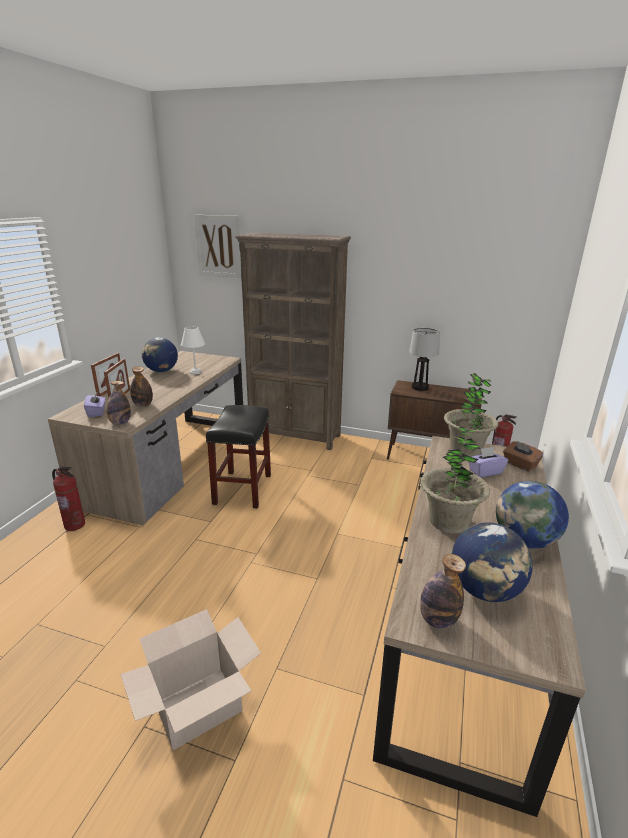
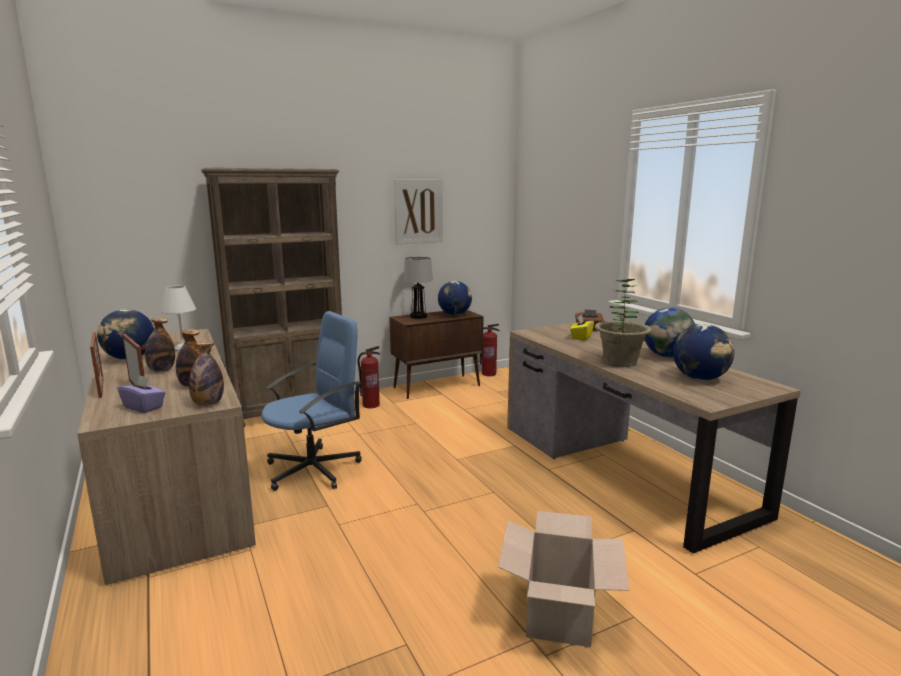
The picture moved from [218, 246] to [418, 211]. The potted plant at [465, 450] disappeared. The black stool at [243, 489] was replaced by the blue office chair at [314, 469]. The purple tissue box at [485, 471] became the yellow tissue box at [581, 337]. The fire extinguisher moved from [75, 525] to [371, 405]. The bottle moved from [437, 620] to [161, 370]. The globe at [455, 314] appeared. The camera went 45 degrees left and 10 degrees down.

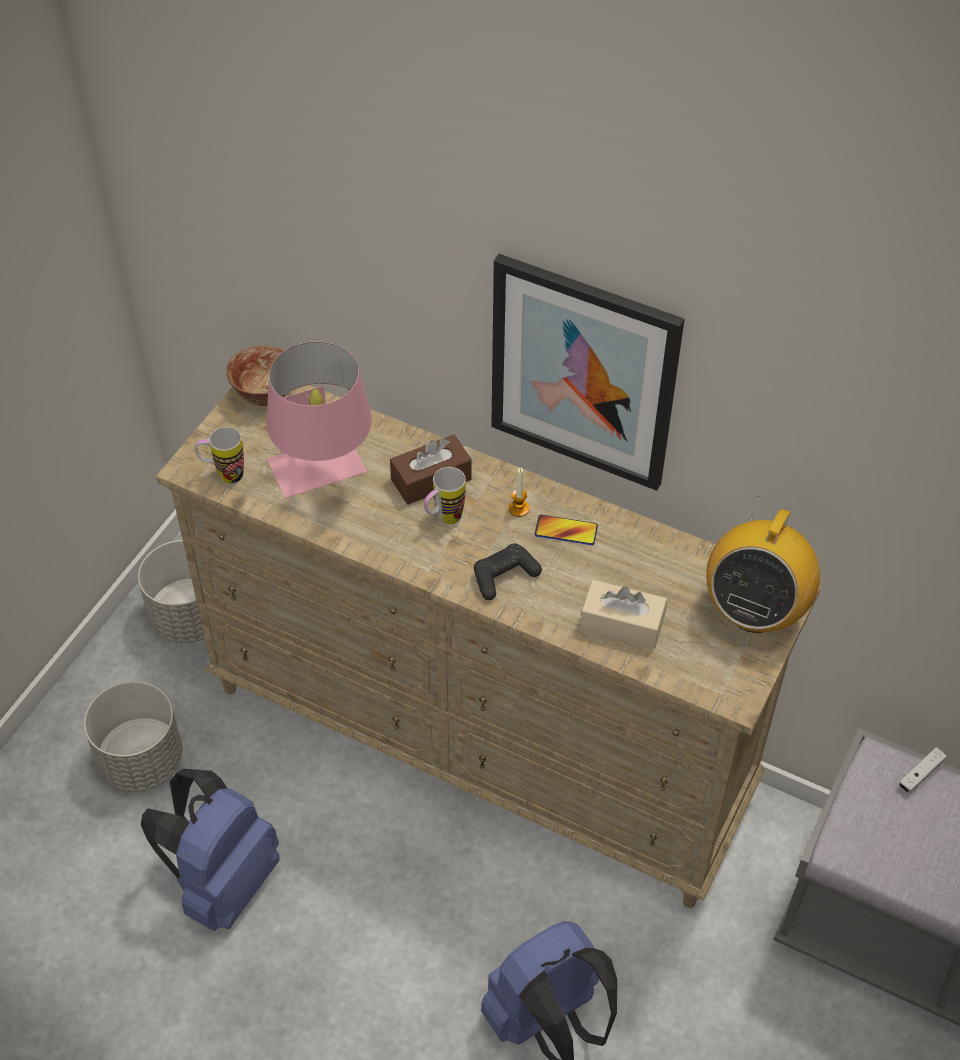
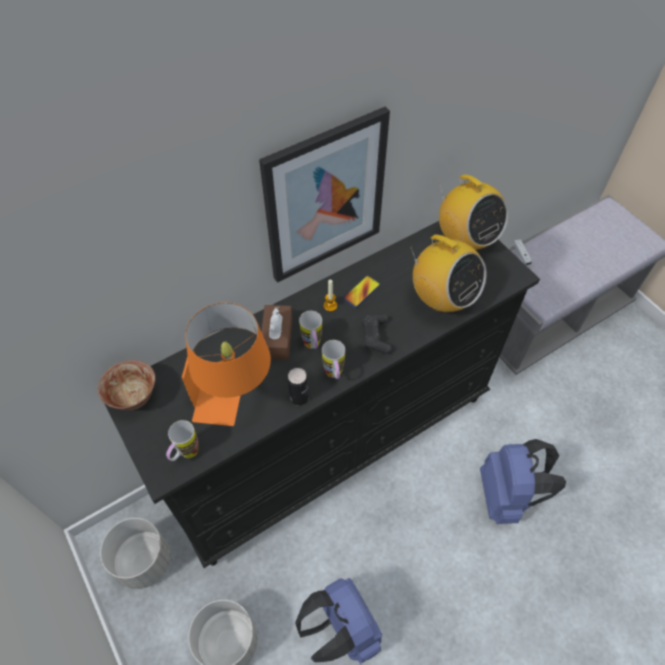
The pink table lamp at [324, 478] became the orange table lamp at [234, 395]. The beige dresser at [481, 743] became the black dresser at [333, 444]. The beige tissue box at [622, 624] was replaced by the radio at [442, 299]. The mug at [334, 375] appeared. The can at [299, 397] appeared. The camera went 60 degrees left and 5 degrees up.

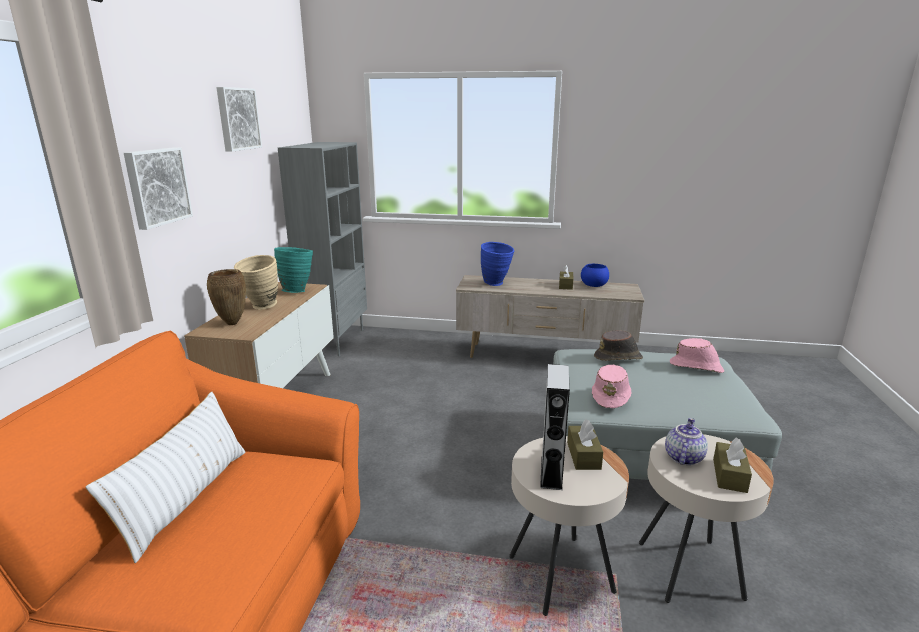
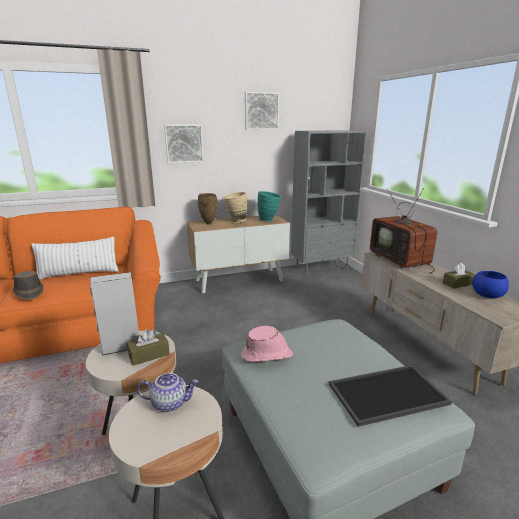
The blue vase at [496, 284] was replaced by the television at [401, 261]. The brown hat moved from [618, 358] to [29, 293]. The pink hat at [696, 367] was replaced by the tray at [387, 395]. The brown tissue box at [729, 475] disappeared. The camera went 60 degrees right and 0 degrees up.

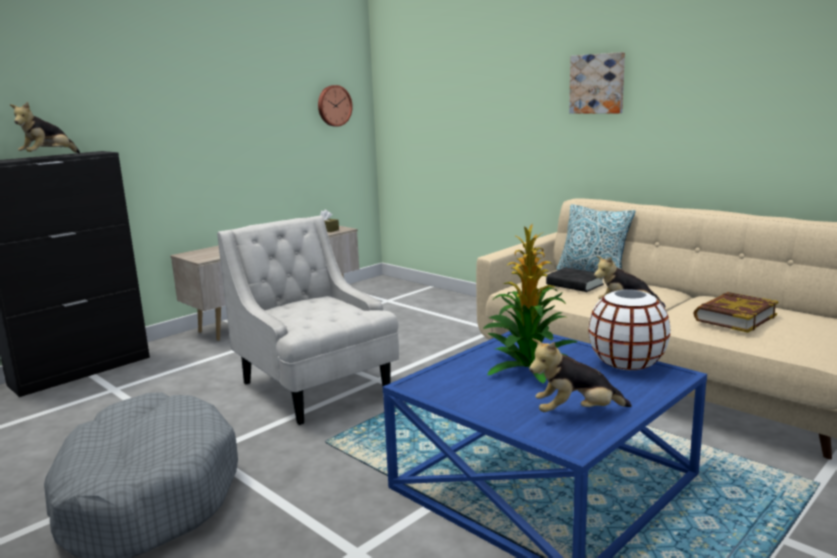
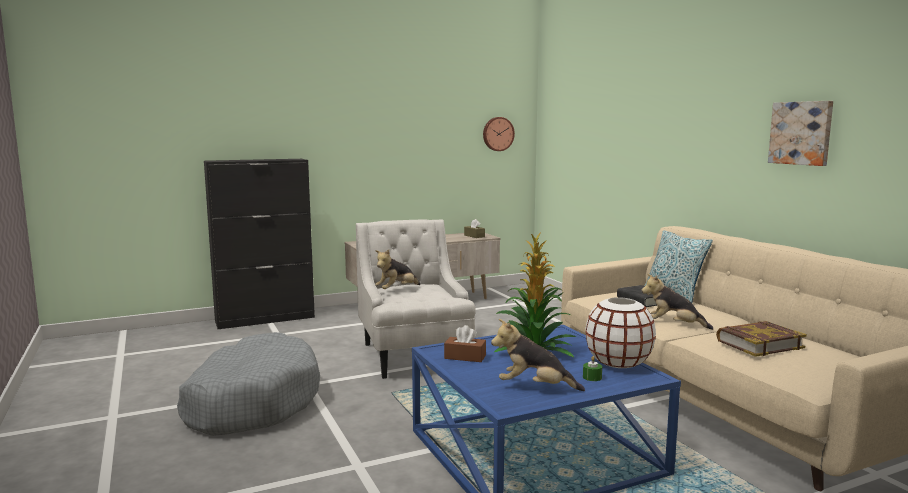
The picture moved from [597, 83] to [801, 133]. The plush toy moved from [48, 156] to [397, 290]. The brown tissue box at [465, 357] appeared. The green candle at [592, 377] appeared. The camera went 20 degrees right and 5 degrees down.

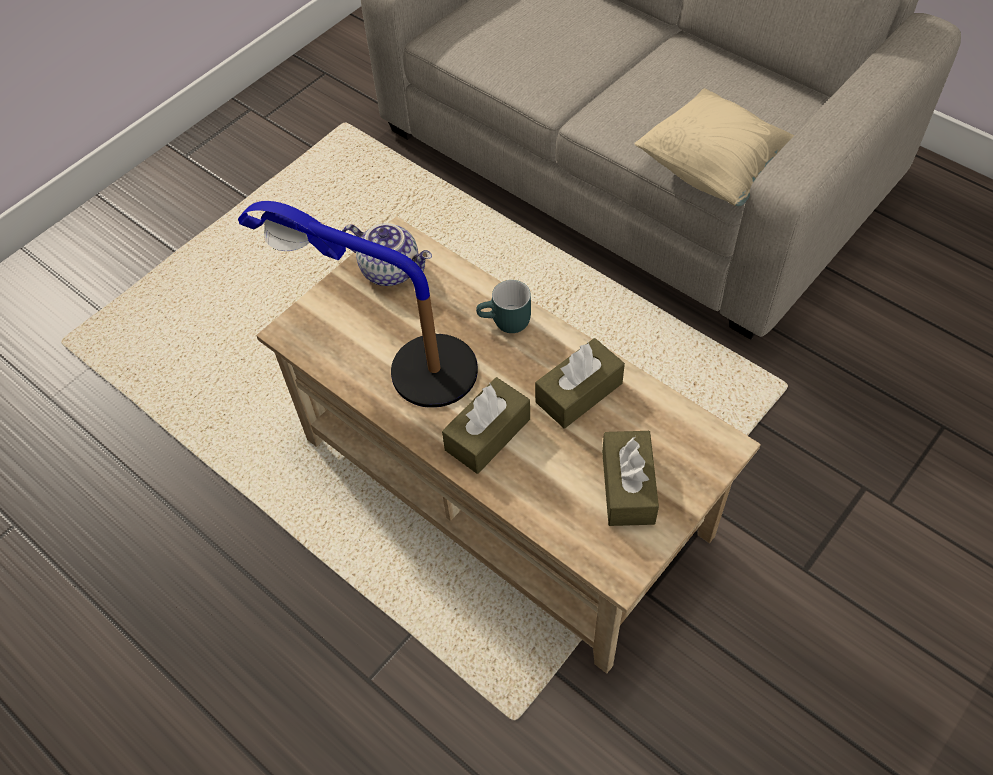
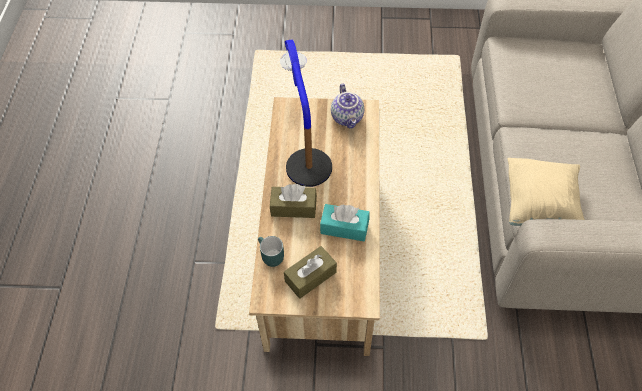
The turquoise mug moved from [506, 323] to [269, 256]. The brown tissue box at [579, 392] became the turquoise tissue box at [344, 227]. The camera went 50 degrees right and 0 degrees up.

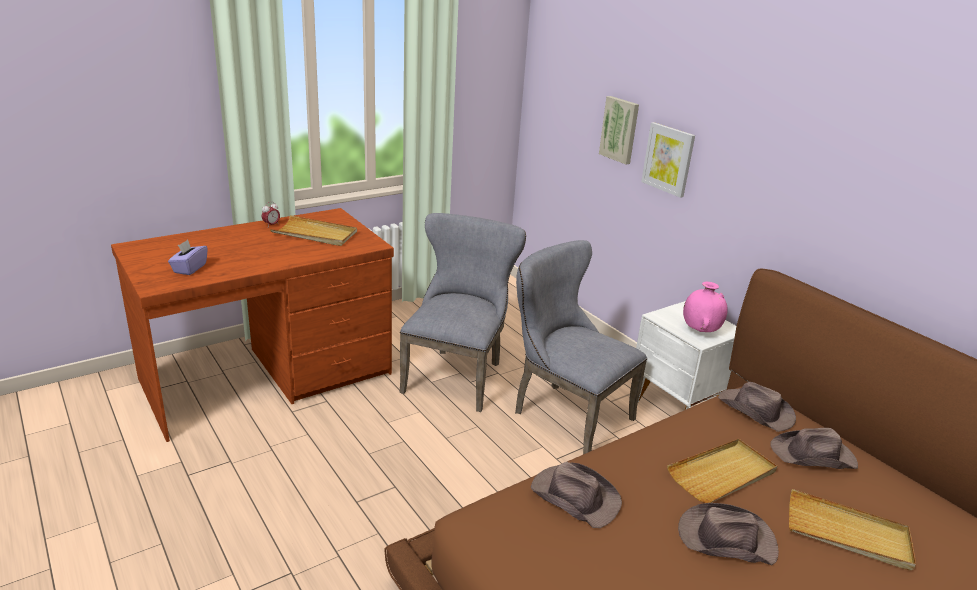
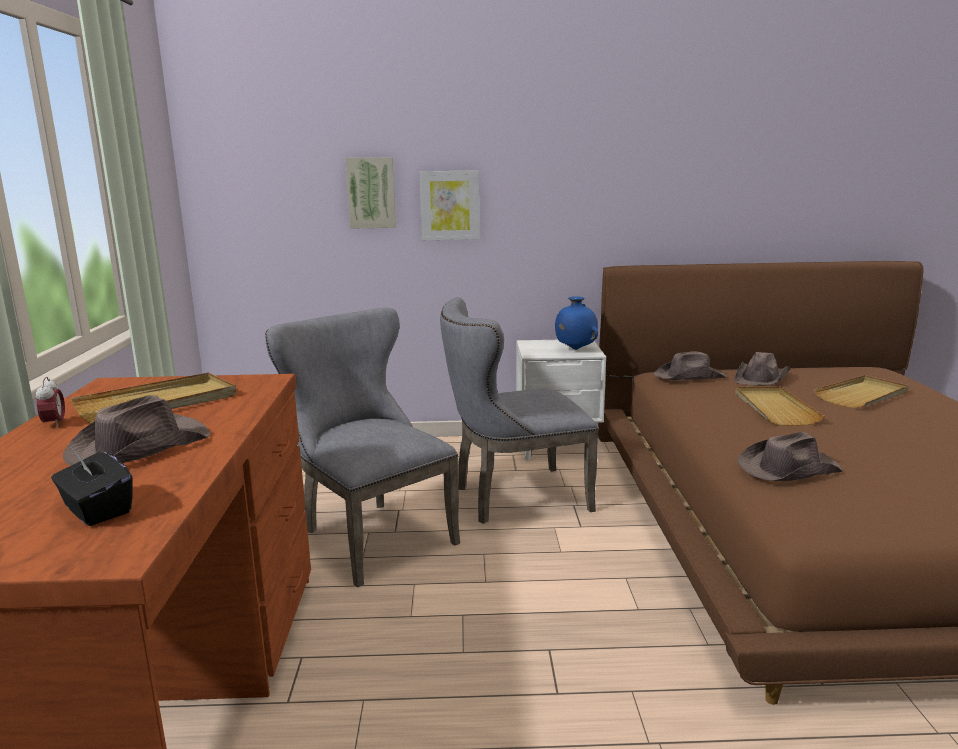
The purple tissue box at [189, 268] became the black tissue box at [96, 510]. The pink vase at [700, 331] became the blue vase at [575, 349]. The brown hat moved from [725, 539] to [137, 447]. The camera went 55 degrees left and 10 degrees down.

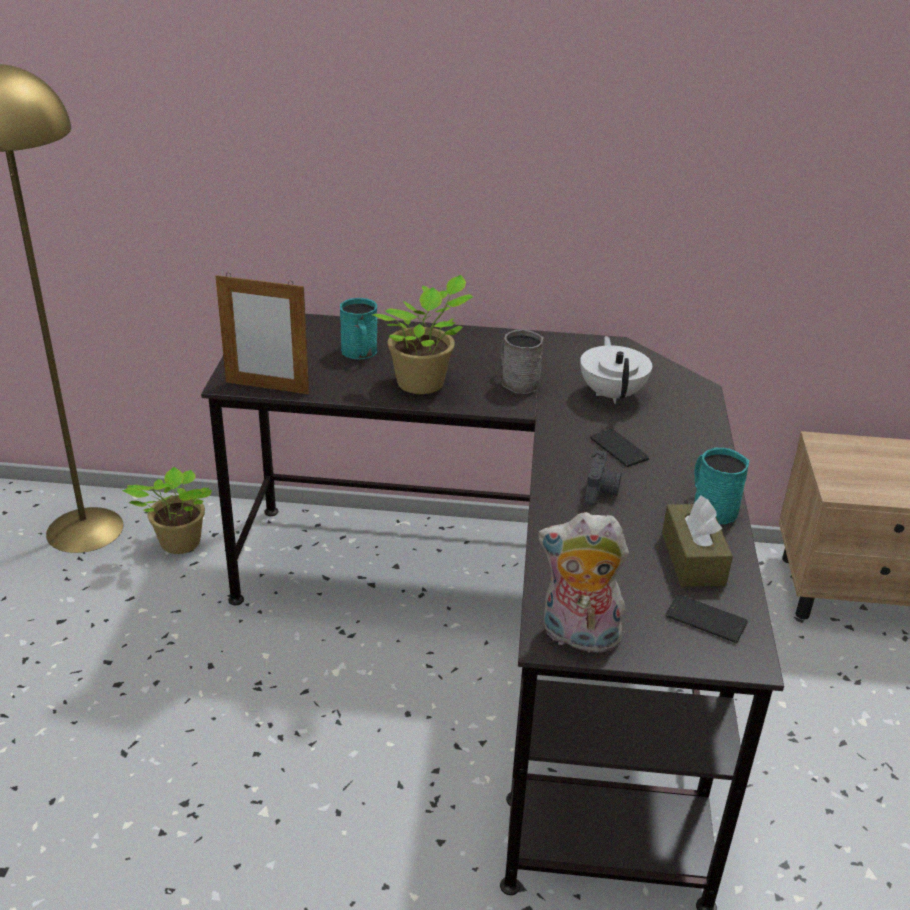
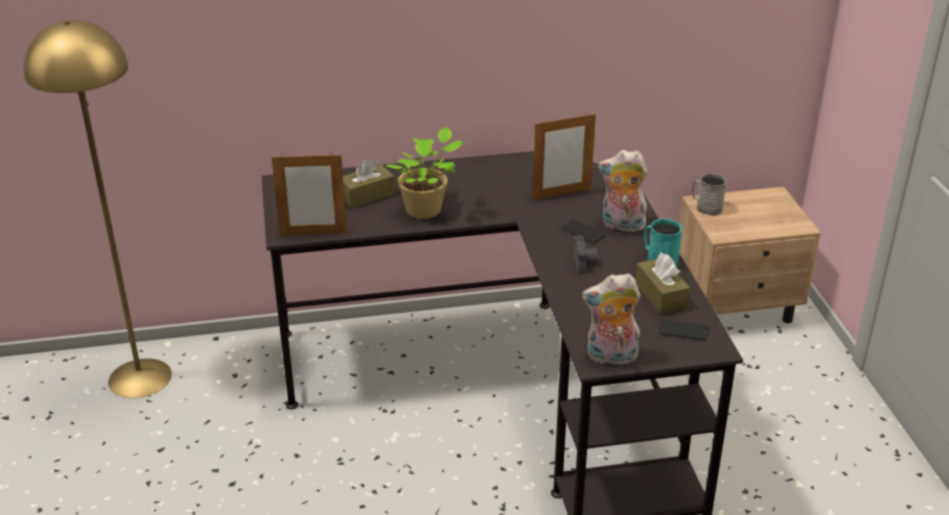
The turquoise mug at [360, 353] was replaced by the brown tissue box at [367, 195]. The grey mug moved from [516, 381] to [705, 207]. The white teapot at [612, 394] was replaced by the picture frame at [561, 194]. The potted plant at [177, 544] disappeared. The plush toy at [621, 225] appeared. The camera went 15 degrees left and 0 degrees up.

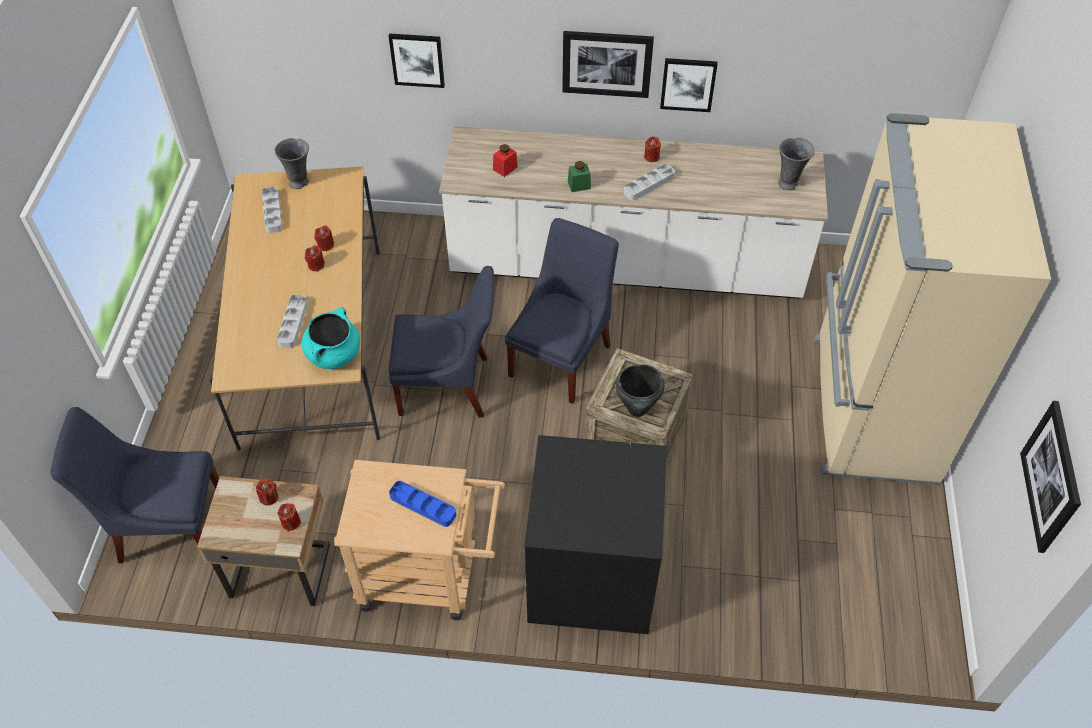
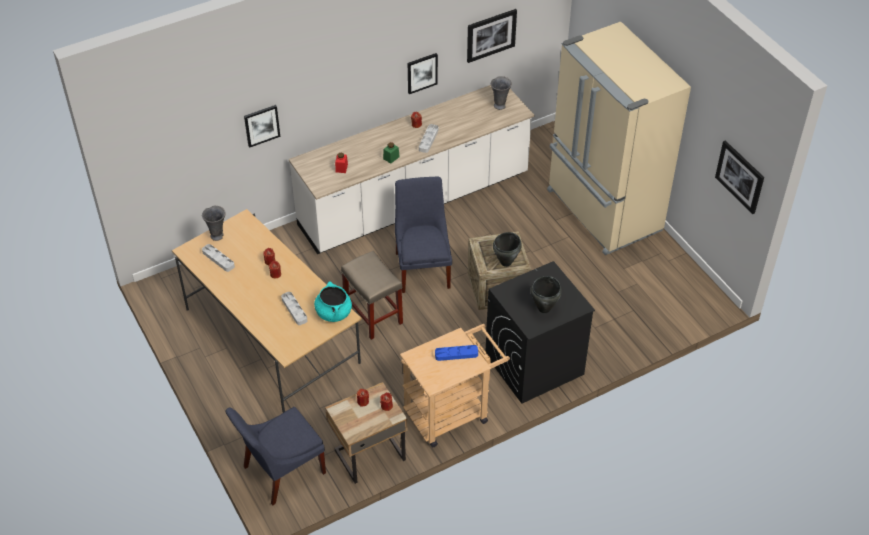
The picture moved from [607, 63] to [491, 35]. The blue chair at [449, 387] was replaced by the beige stool at [374, 315]. The black cooking pot at [544, 308] appeared. The camera went 35 degrees left and 5 degrees down.

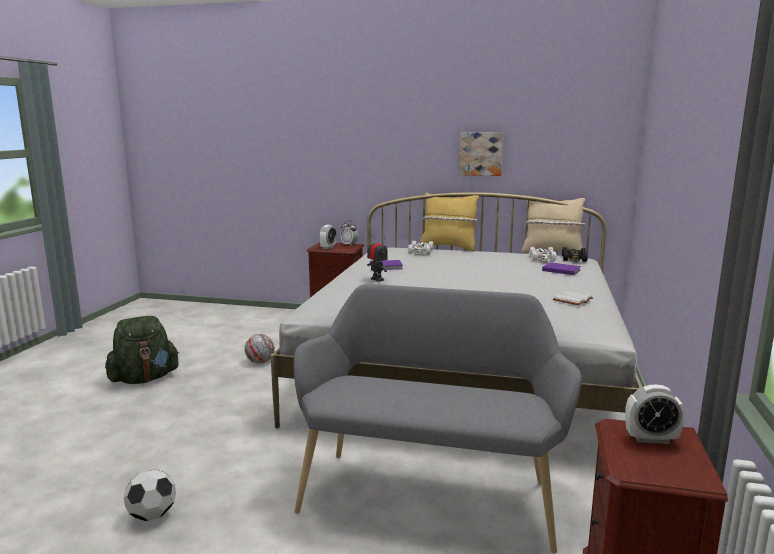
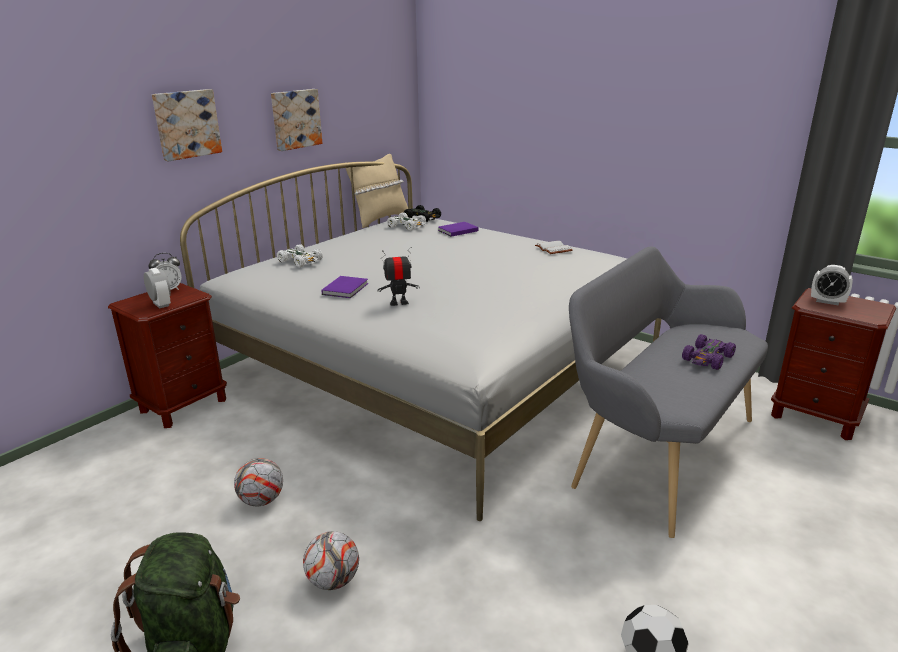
The yellow pillow at [448, 247] disappeared. The alarm clock at [651, 439] turned 90 degrees clockwise. The picture at [186, 124] appeared. The purple toy car at [707, 358] appeared. The football at [333, 581] appeared. The camera went 65 degrees left and 10 degrees up.

